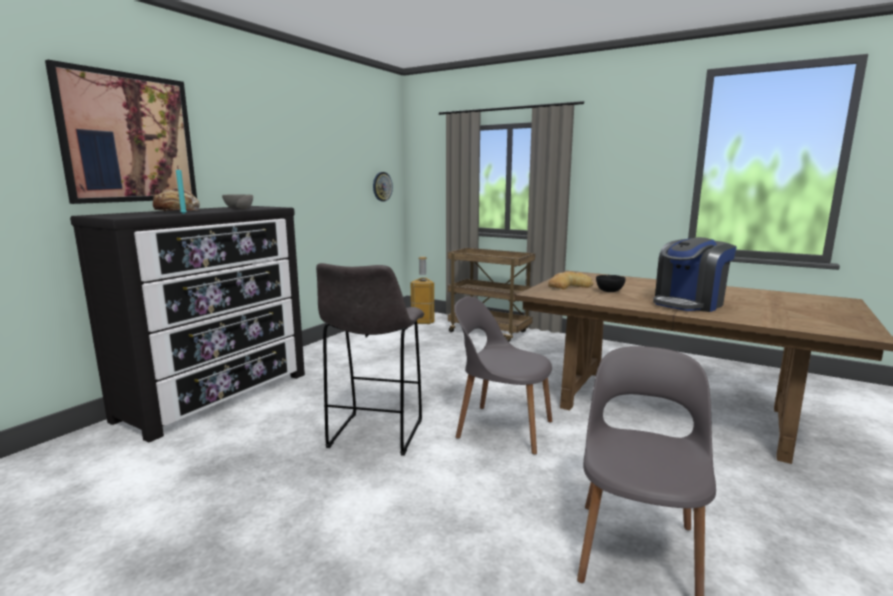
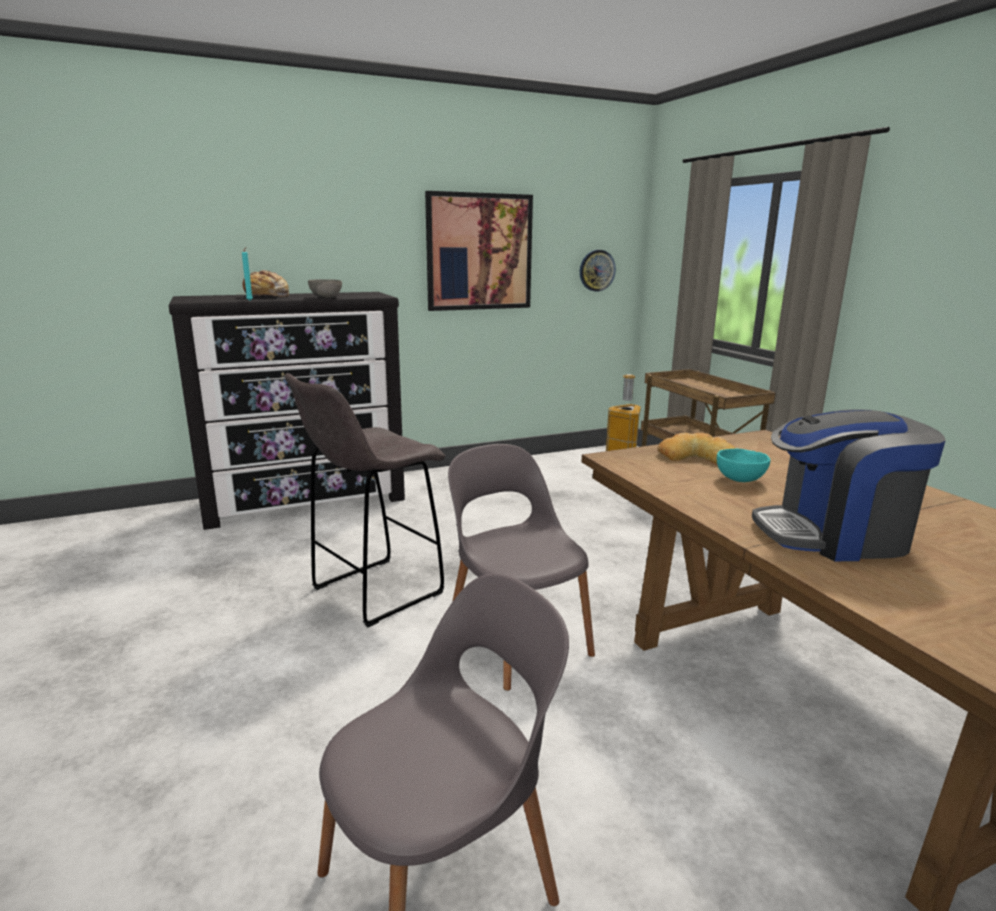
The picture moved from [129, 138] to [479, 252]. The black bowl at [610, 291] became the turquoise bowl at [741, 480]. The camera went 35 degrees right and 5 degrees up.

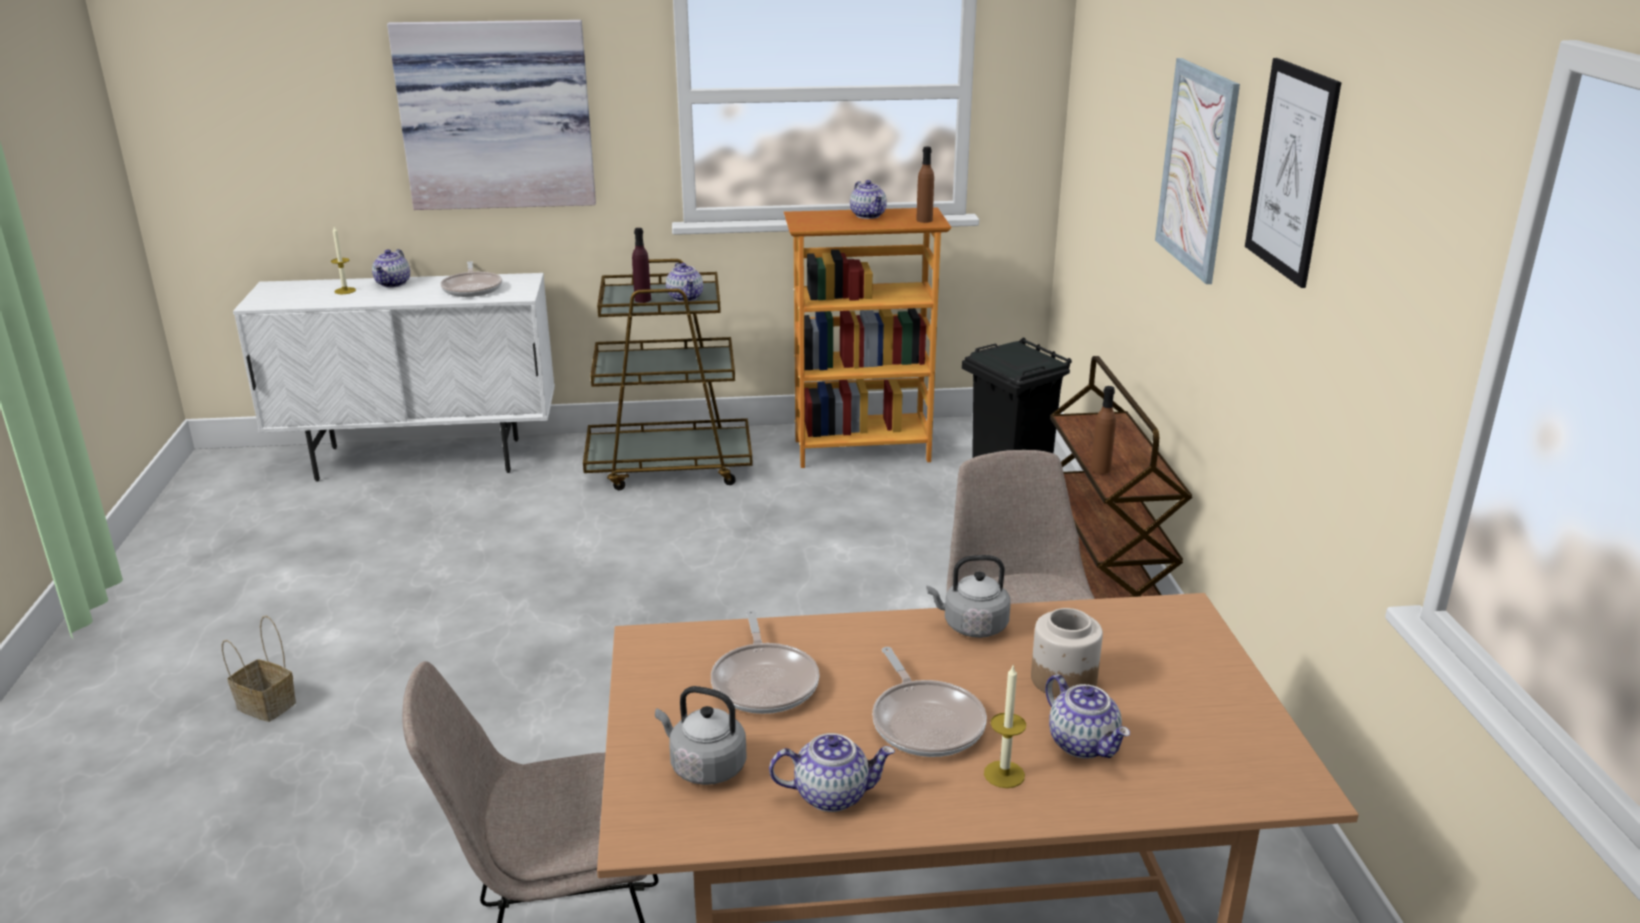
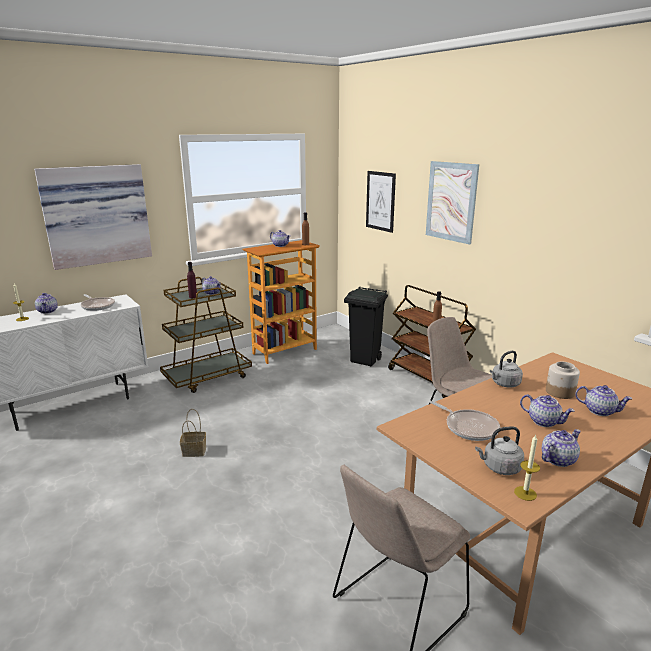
The picture moved from [1291, 171] to [380, 201]. The basket moved from [264, 705] to [193, 451]. The frying pan at [925, 722] was replaced by the teapot at [544, 421]. The candle moved from [1004, 774] to [525, 493]. The camera went 30 degrees left and 5 degrees down.

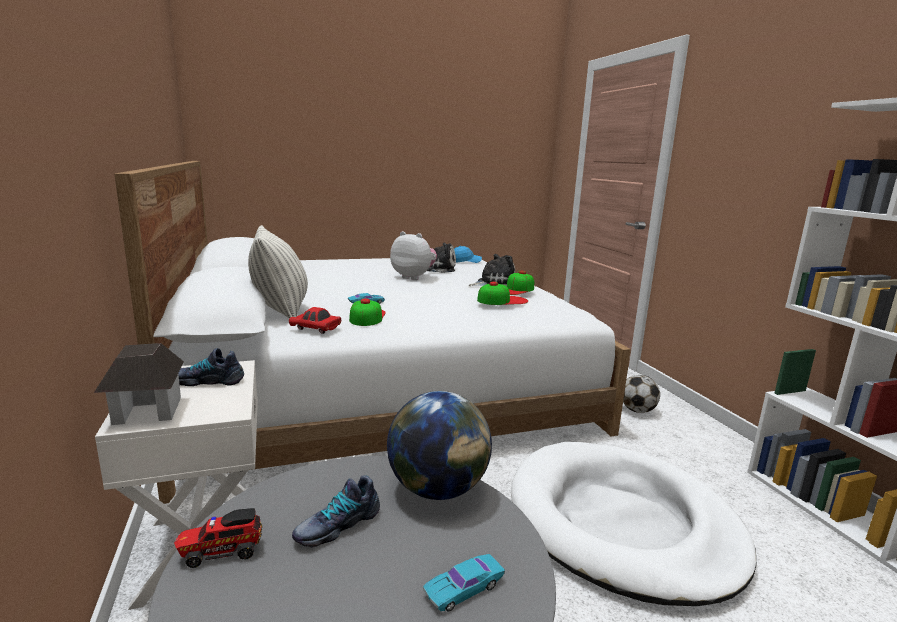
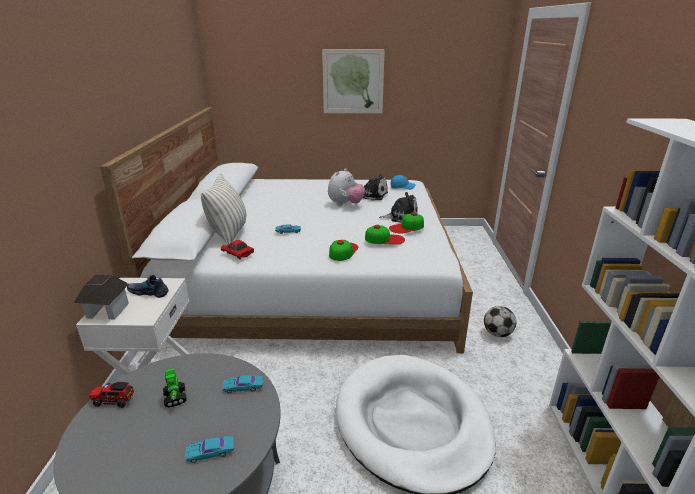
The plush toy at [413, 277] turned 75 degrees clockwise. The cap moved from [367, 316] to [343, 251]. The globe at [437, 489] was replaced by the turquoise toy car at [243, 386]. The shoe at [337, 525] was replaced by the toy robot at [175, 398]. The picture at [353, 82] appeared. The camera went 20 degrees right and 10 degrees up.

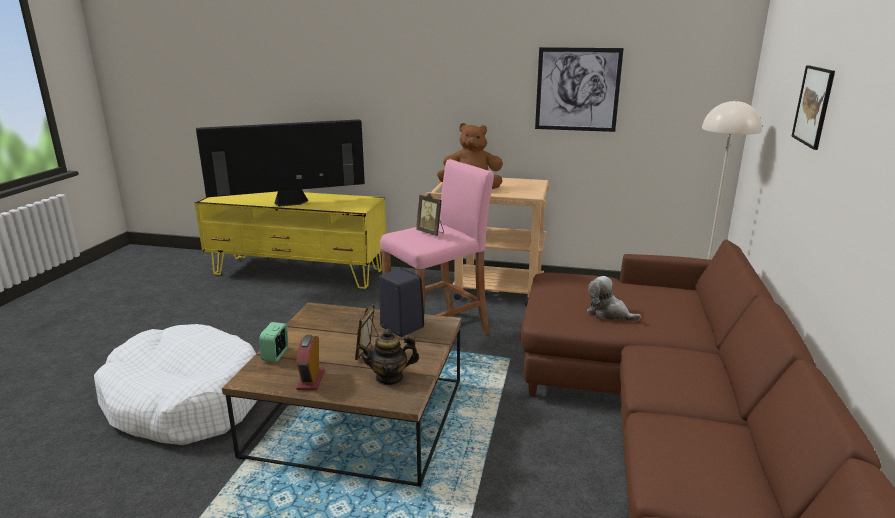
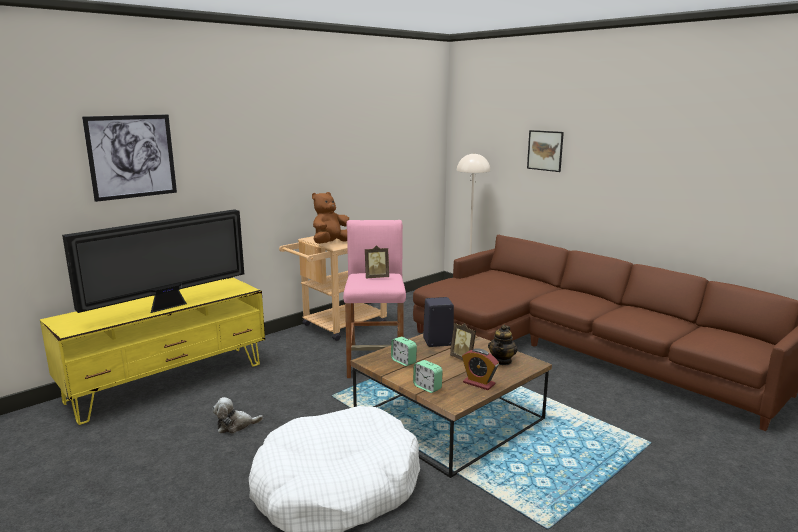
The picture moved from [577, 89] to [132, 156]. The television at [289, 203] turned 150 degrees counterclockwise. The plush toy moved from [609, 313] to [235, 425]. The alarm clock at [403, 361] appeared. The camera went 55 degrees left and 5 degrees down.

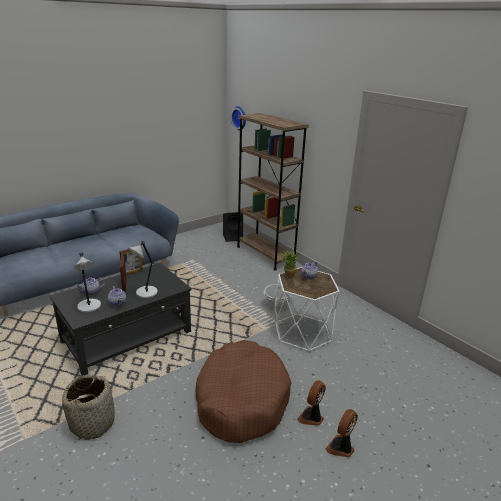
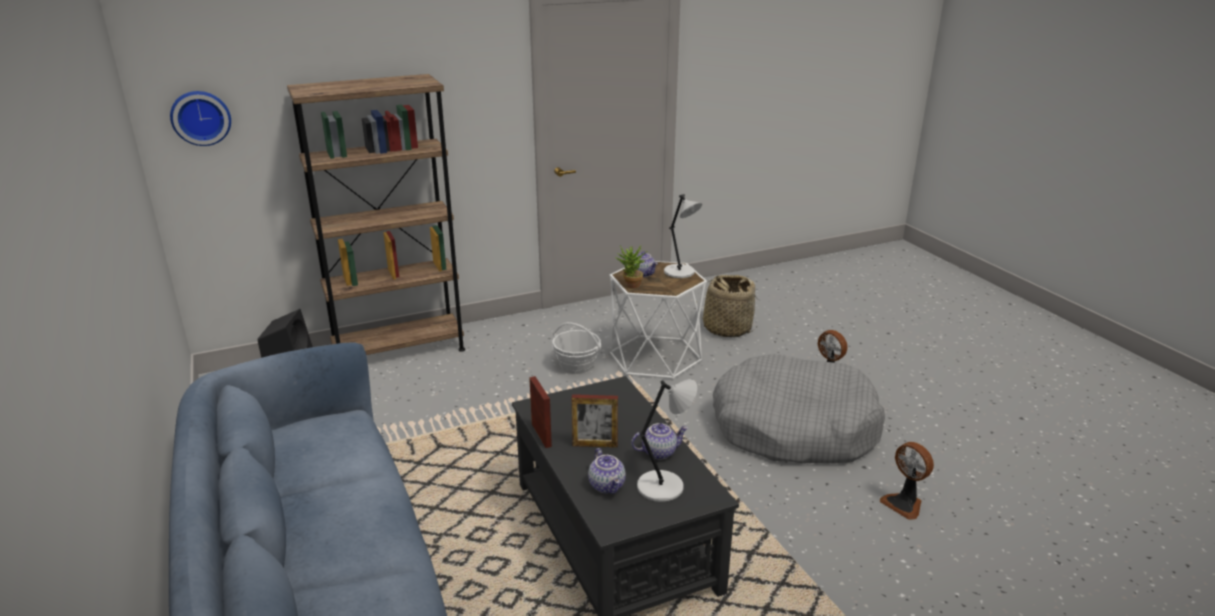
The grey table lamp moved from [145, 293] to [680, 272]. The brown dog bed at [241, 399] became the grey dog bed at [793, 428]. The basket moved from [93, 423] to [727, 328]. The fan moved from [341, 448] to [904, 504]. The camera went 75 degrees left and 0 degrees up.

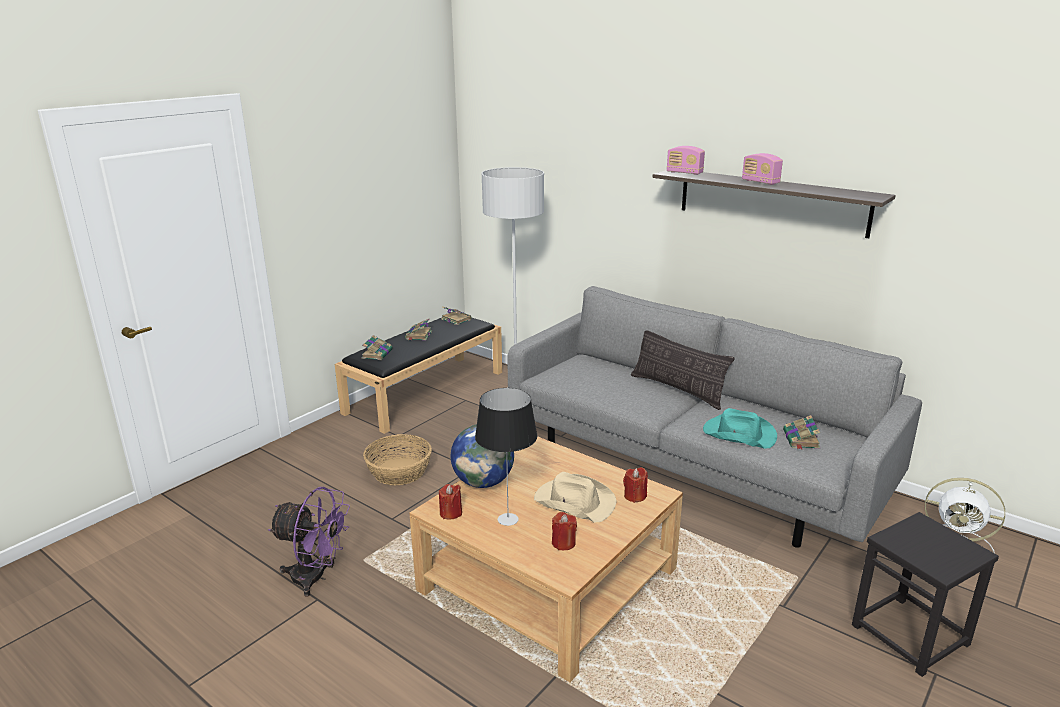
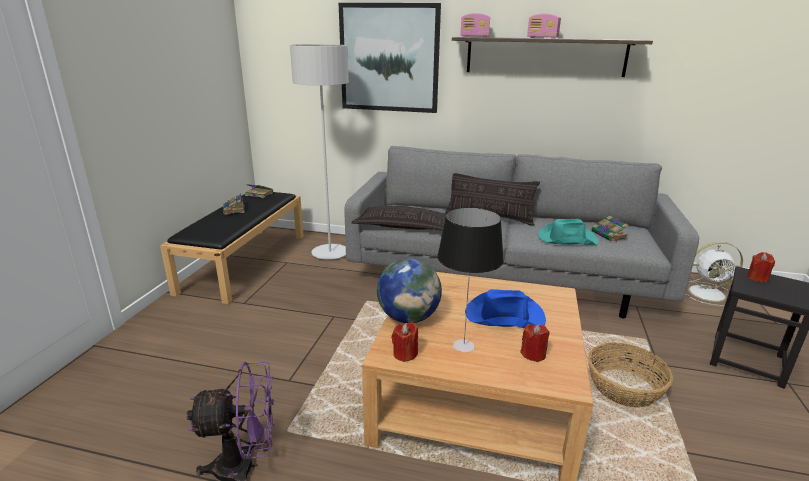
The book at [377, 354] disappeared. The basket moved from [399, 471] to [624, 387]. The red candle moved from [635, 496] to [757, 278]. The beige hat at [574, 501] became the blue hat at [503, 316]. The picture at [389, 58] appeared. The pillow at [403, 226] appeared. The camera went 25 degrees left and 0 degrees up.

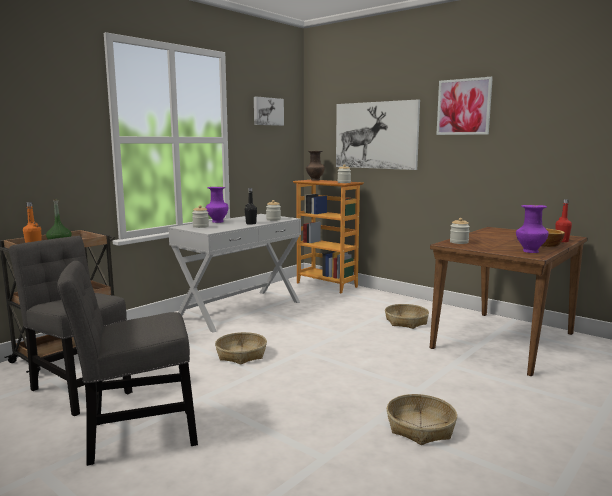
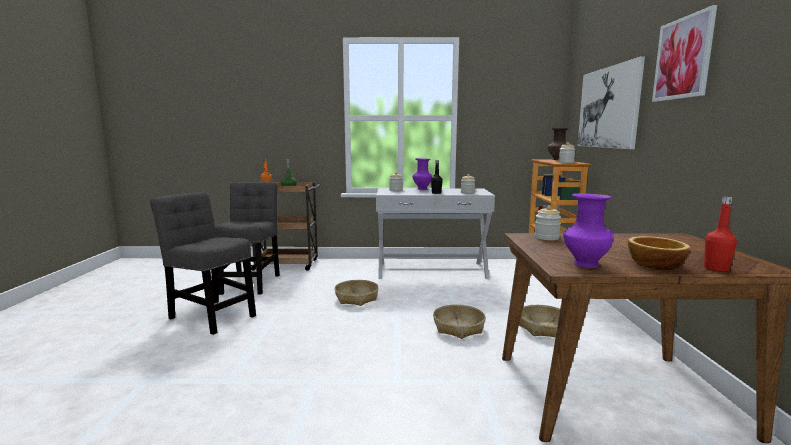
The picture at [267, 111] disappeared. The basket moved from [420, 427] to [458, 327]. The camera went 50 degrees right and 0 degrees up.

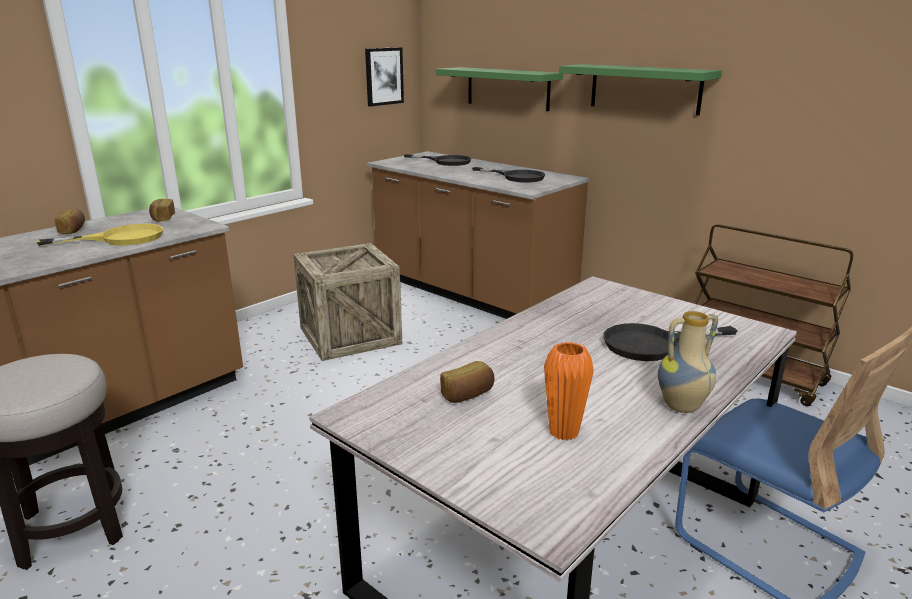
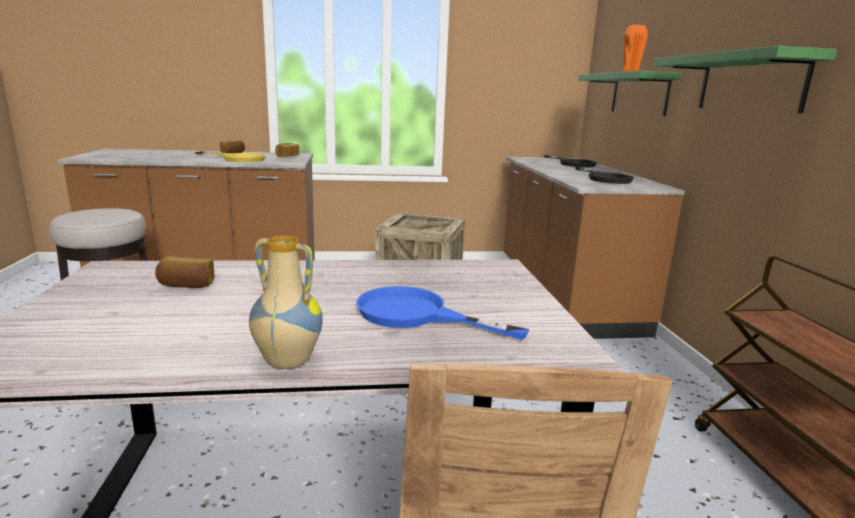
The picture at [383, 76] disappeared. The black frying pan at [653, 344] became the blue frying pan at [416, 315]. The orange vase moved from [563, 432] to [630, 72]. The camera went 40 degrees right and 5 degrees down.

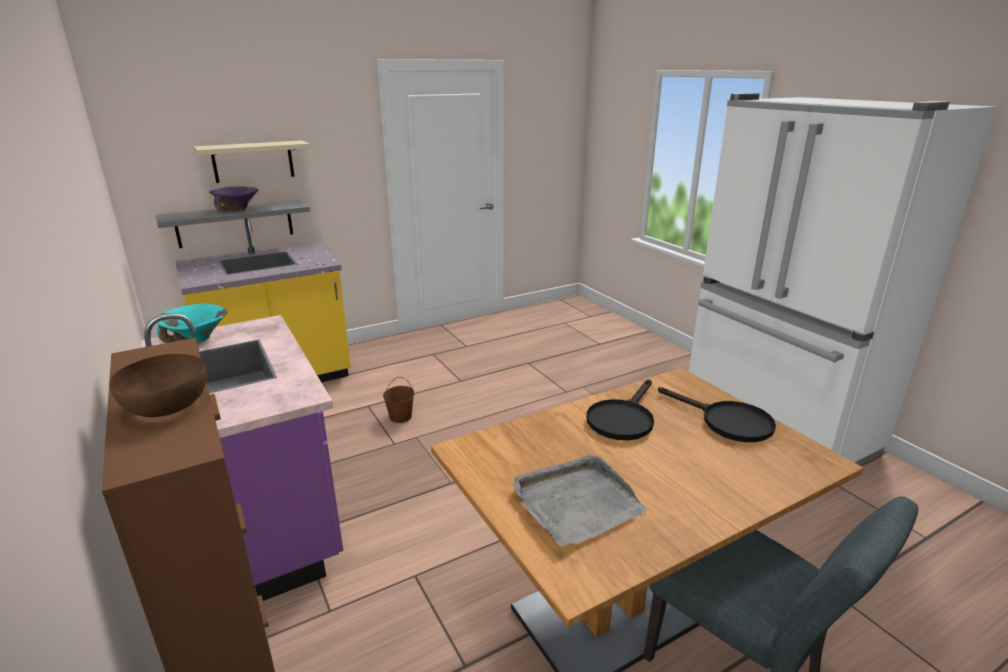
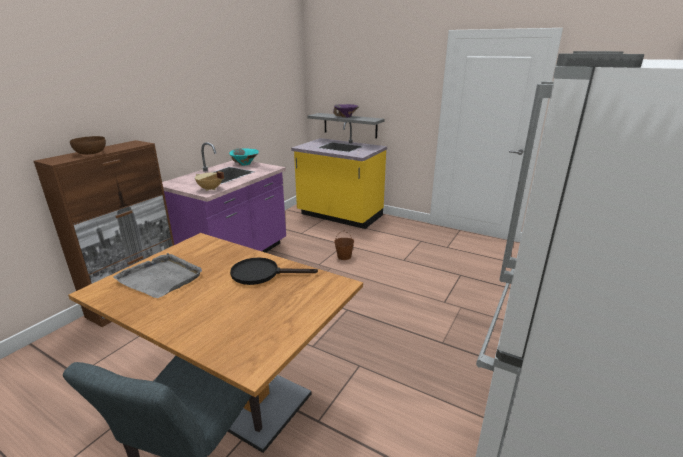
The beige shelf at [253, 161] disappeared. The black frying pan at [727, 422] disappeared. The beige cooking pot at [210, 189] appeared. The camera went 60 degrees right and 0 degrees up.

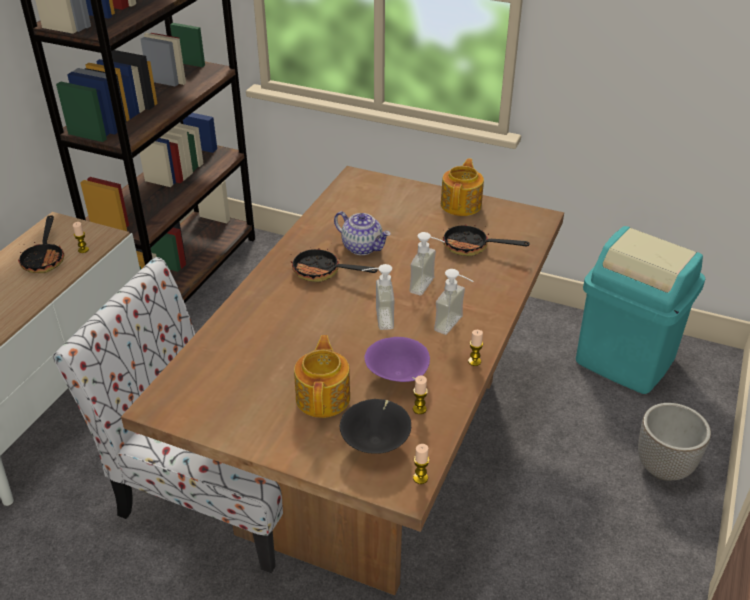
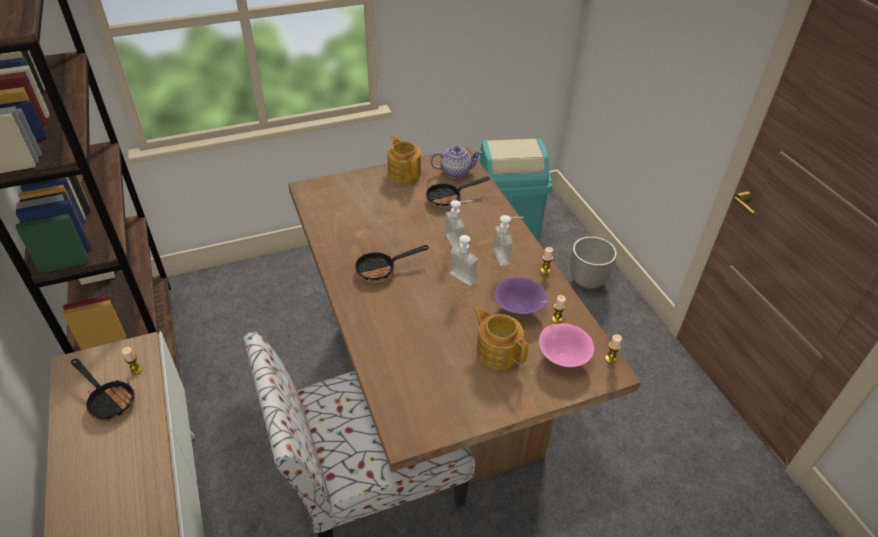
The teapot moved from [362, 247] to [455, 171]. The black bowl at [376, 442] became the pink bowl at [562, 356]. The camera went 45 degrees left and 5 degrees up.

